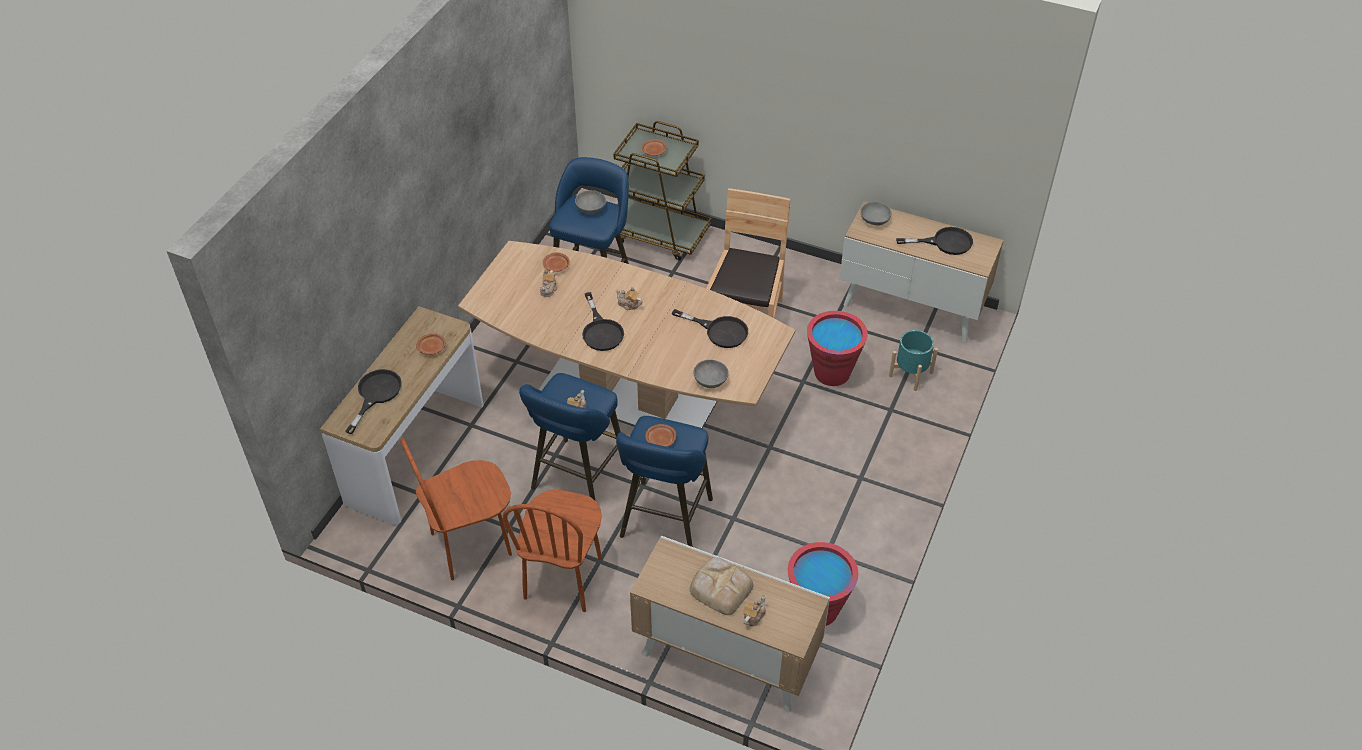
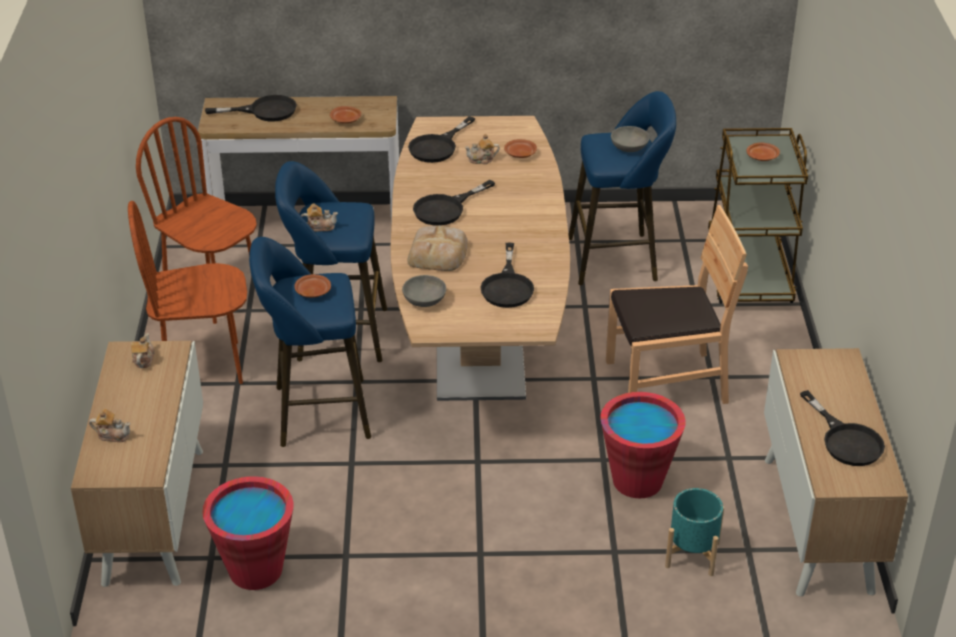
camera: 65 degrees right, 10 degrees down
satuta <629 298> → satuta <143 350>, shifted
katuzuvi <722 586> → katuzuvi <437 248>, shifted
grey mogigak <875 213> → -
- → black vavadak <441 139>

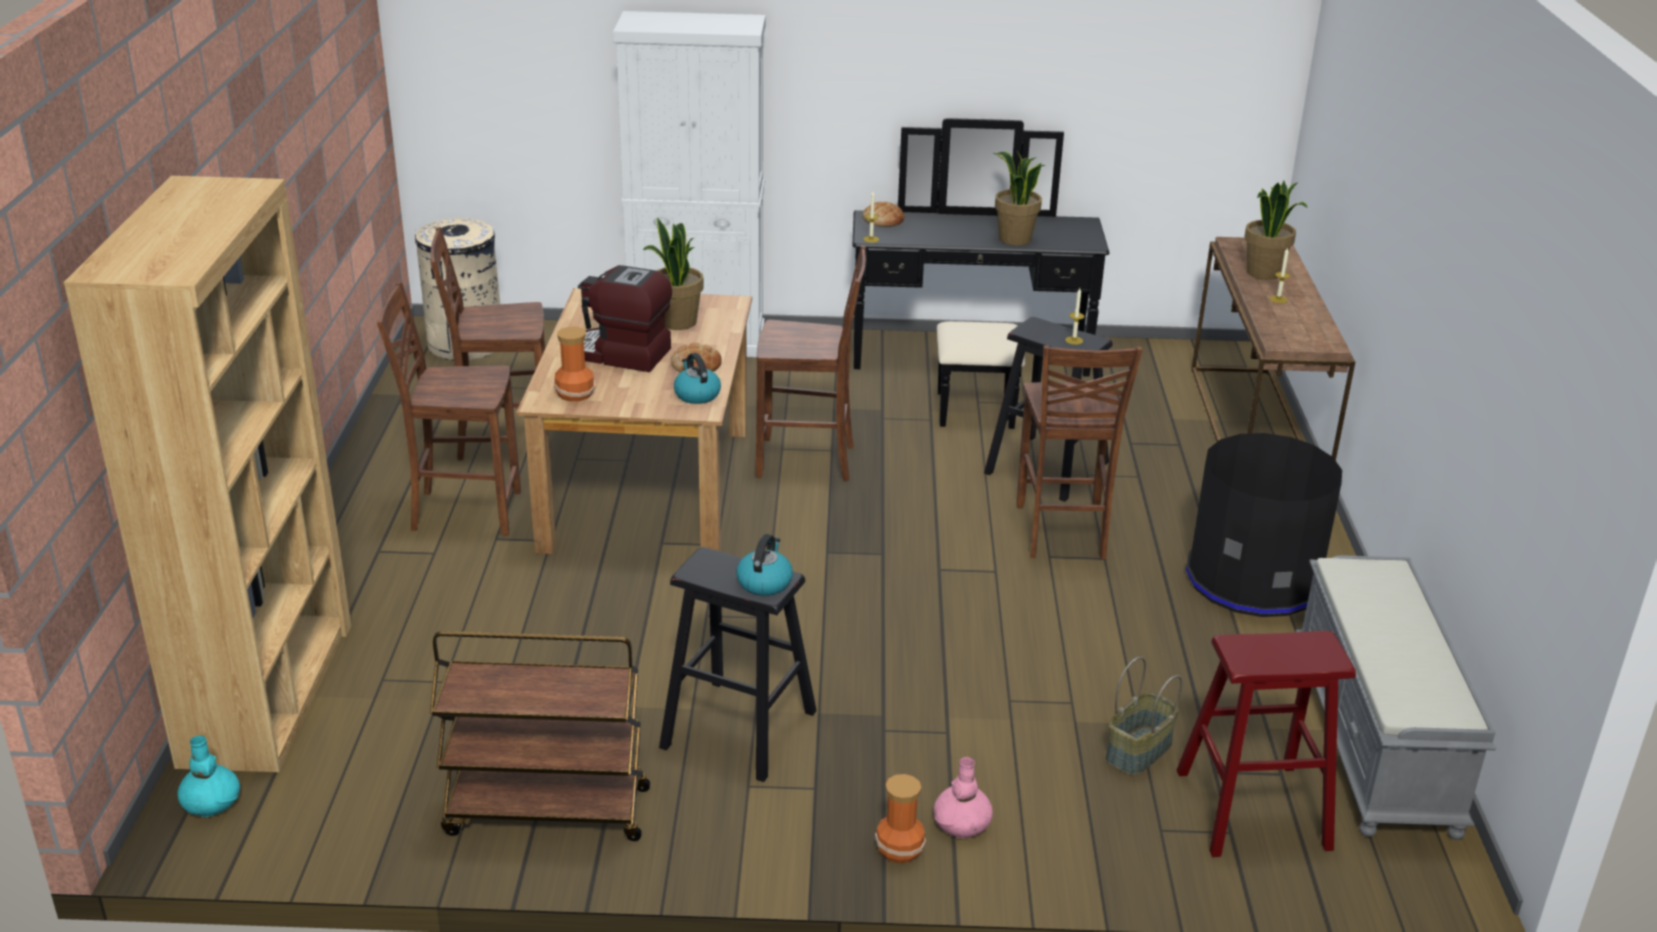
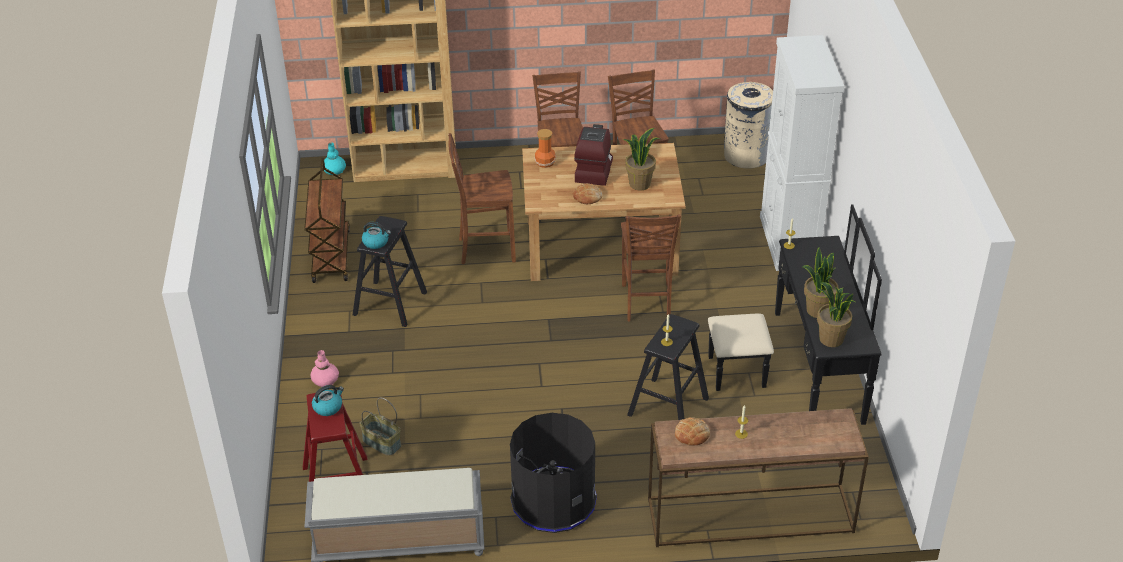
camera: 85 degrees right, 10 degrees up
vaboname <697 378> → vaboname <328 400>, shifted
katuzuvi <883 214> → katuzuvi <692 431>, shifted
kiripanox <900 818> → -
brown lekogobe <1079 452> → brown lekogobe <482 198>, shifted
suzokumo <1275 230> → suzokumo <836 314>, shifted

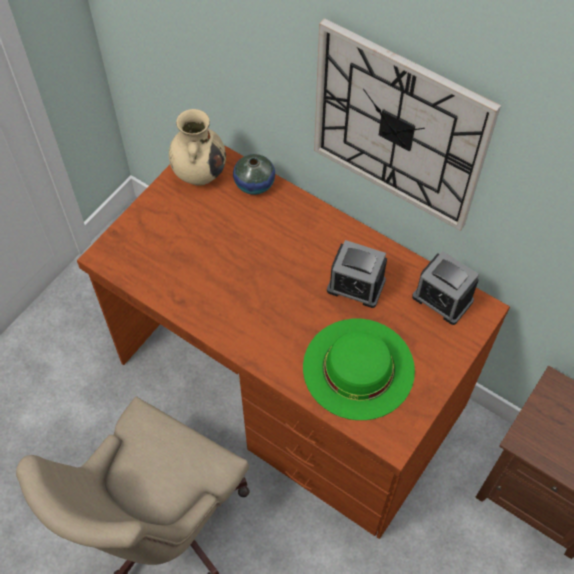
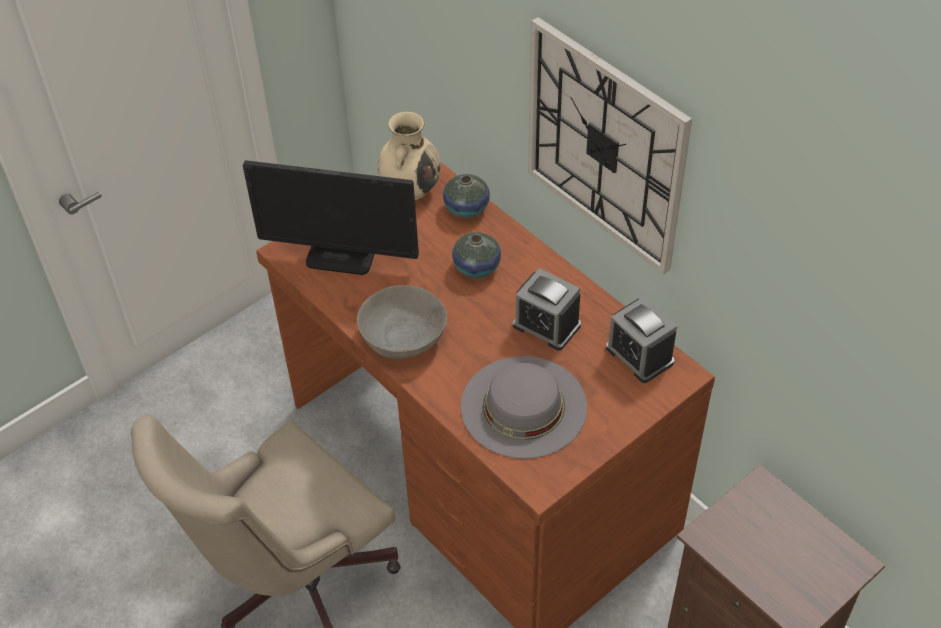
camera: 15 degrees right, 10 degrees down
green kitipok <359 369> → grey kitipok <524 407>
- → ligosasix <331 217>
- → grey mogigak <402 322>
- → kiripanox <476 255>

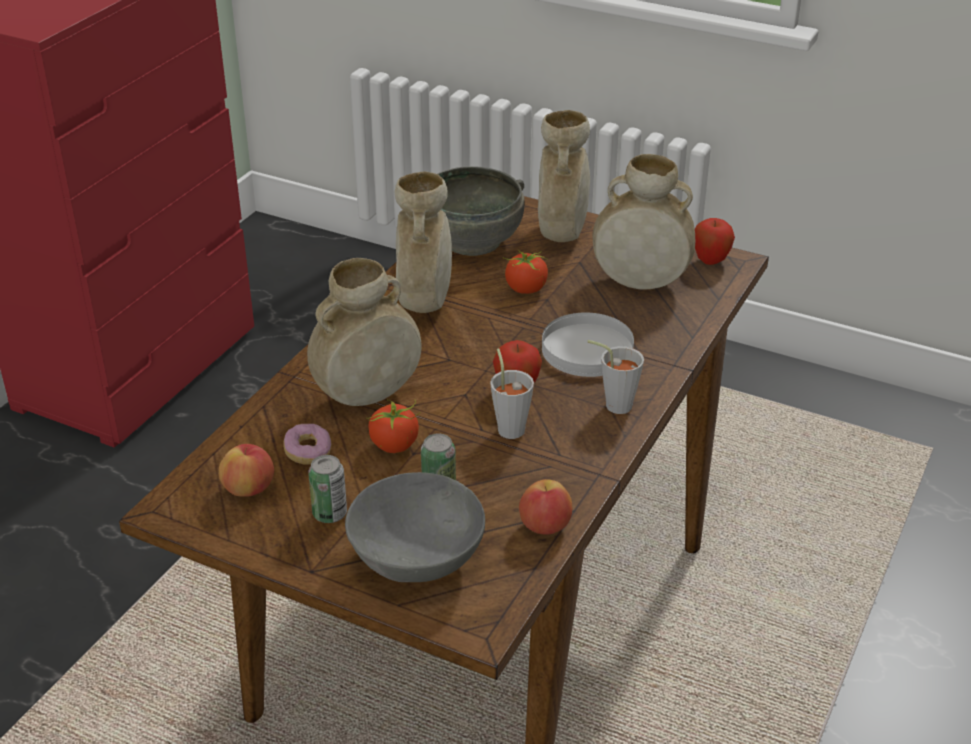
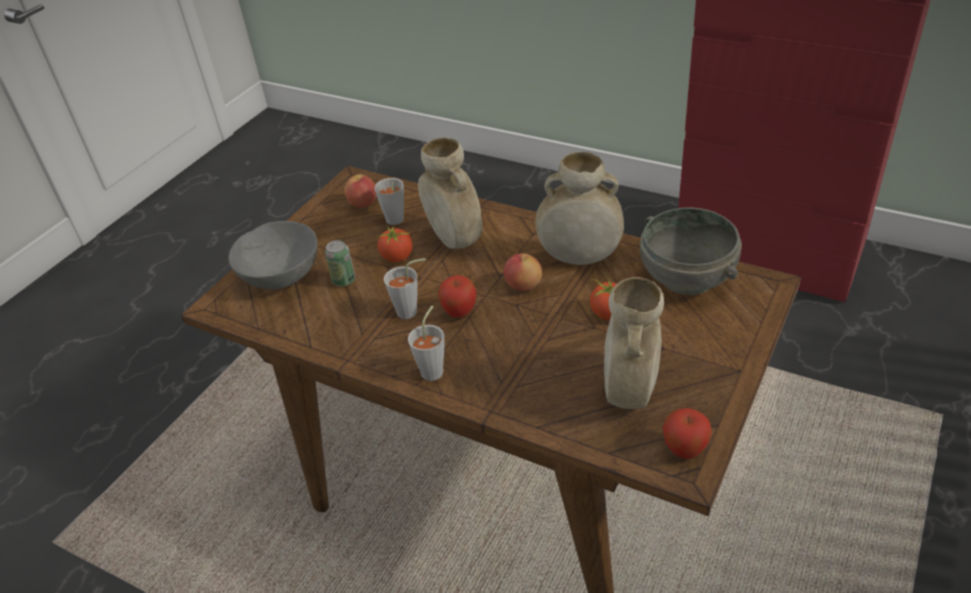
camera: 95 degrees right, 5 degrees up
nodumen <307 444> → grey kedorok <389 201>
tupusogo <327 489> → -
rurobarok <545 507> → rurobarok <523 272>, shifted
beige kiripanox <564 176> → -
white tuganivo <588 344> → -

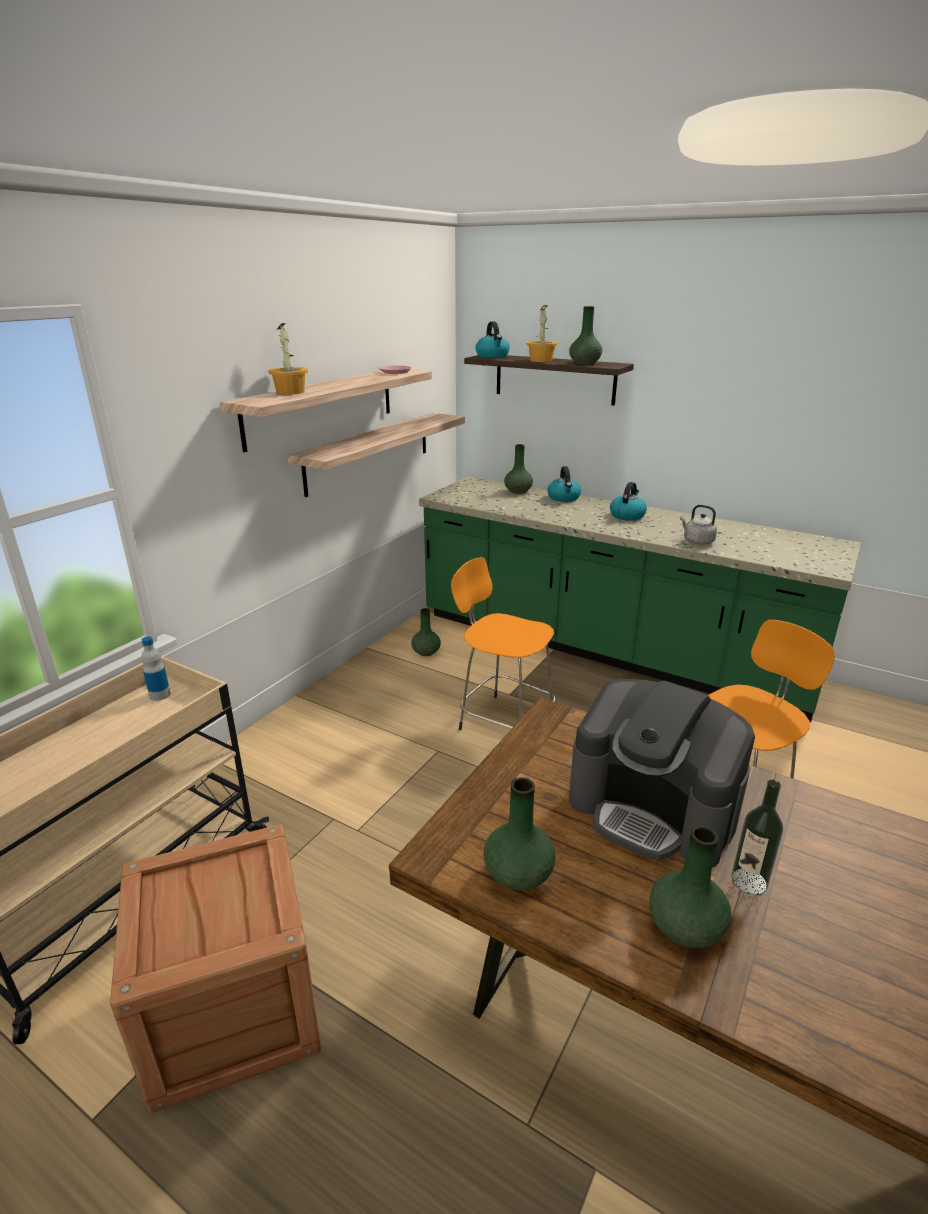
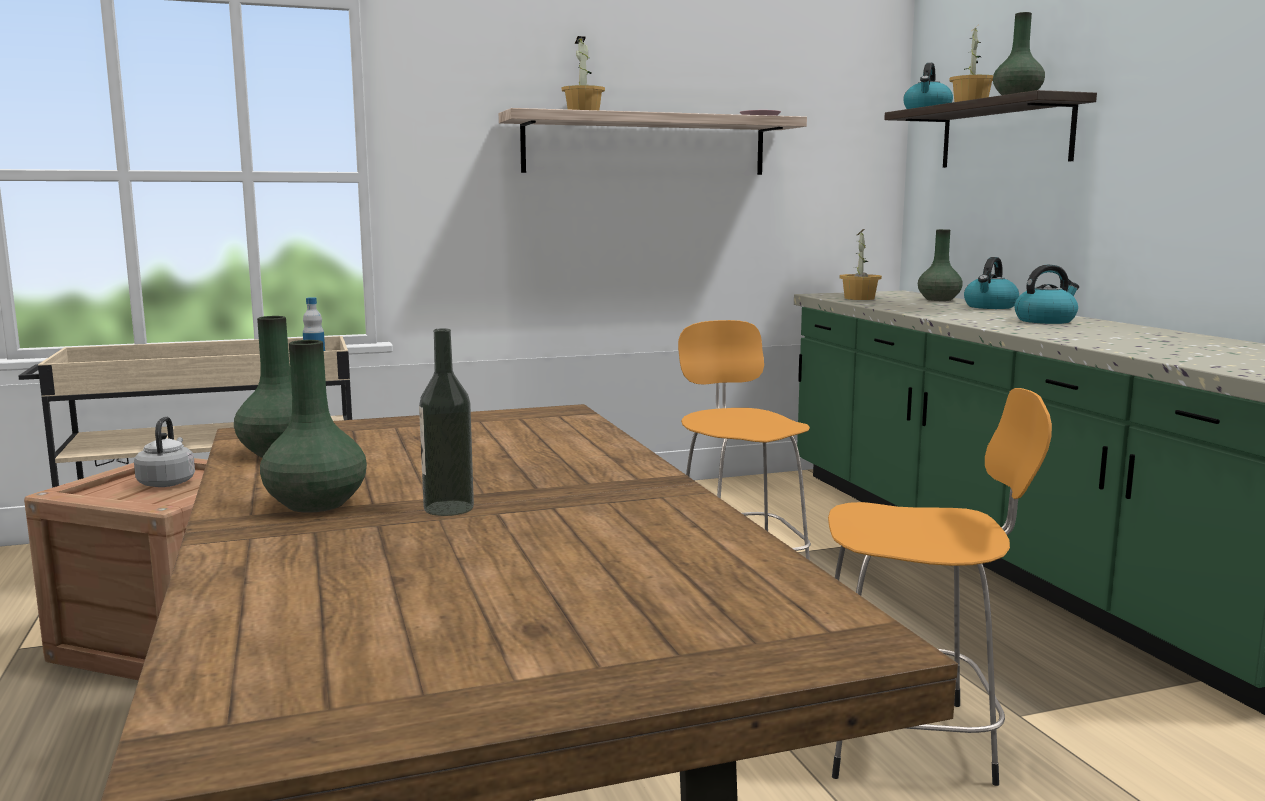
camera: 40 degrees right, 15 degrees down
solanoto <376 455> → -
green kiripanox <426 632> → -
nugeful <662 773> → -
grey vaboname <698 525> → grey vaboname <164 451>, shifted
- → suzokumo <861 264>

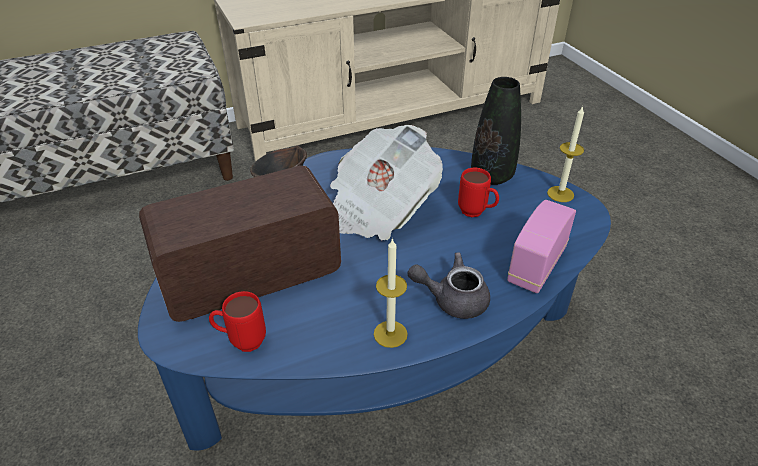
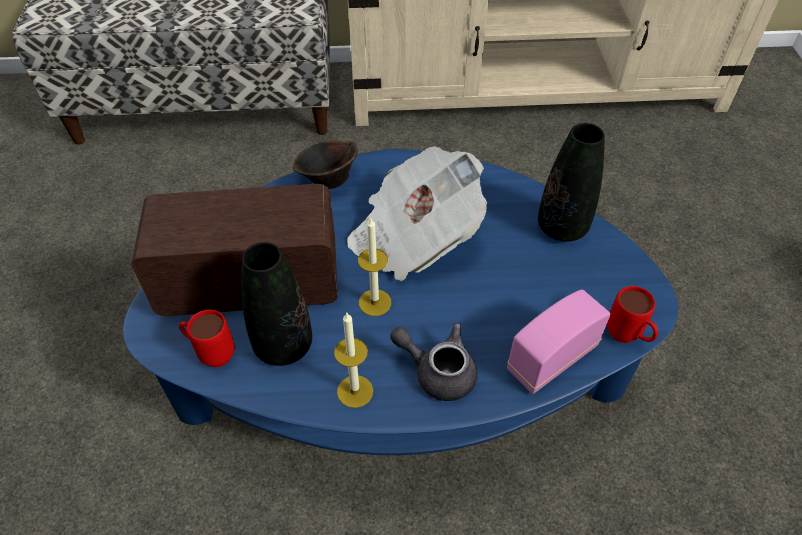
camera: 20 degrees right, 10 degrees up
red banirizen <478 192> → red banirizen <632 314>, shifted
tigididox <565 154> → tigididox <374 267>, shifted
- → black kiripanox <276 304>

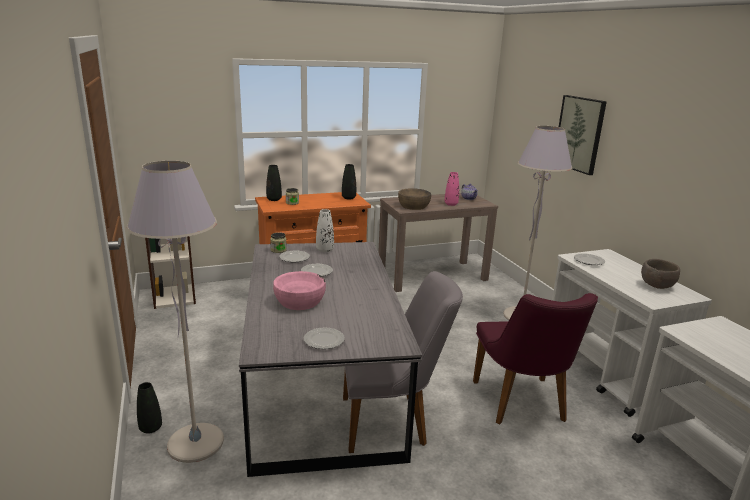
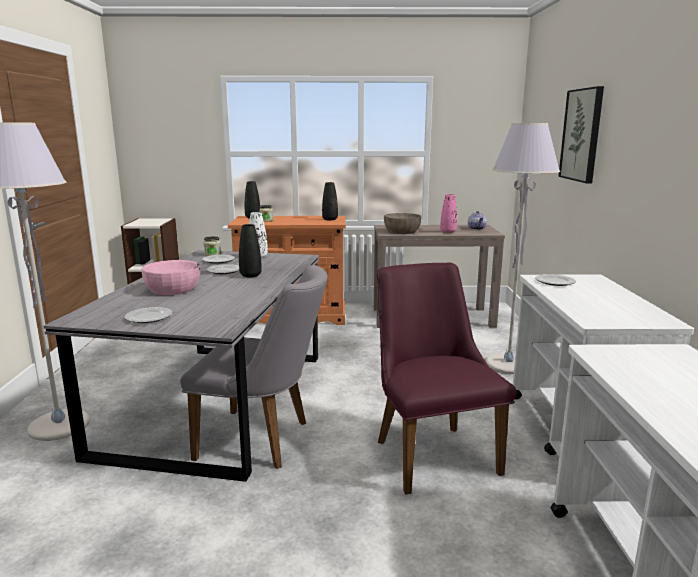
camera: 20 degrees right, 5 degrees down
black kiripanox <149 408> → black kiripanox <250 250>, shifted
purple lekogobe <535 359> → purple lekogobe <446 379>, 150 degrees clockwise
brown mogigak <660 274> → -

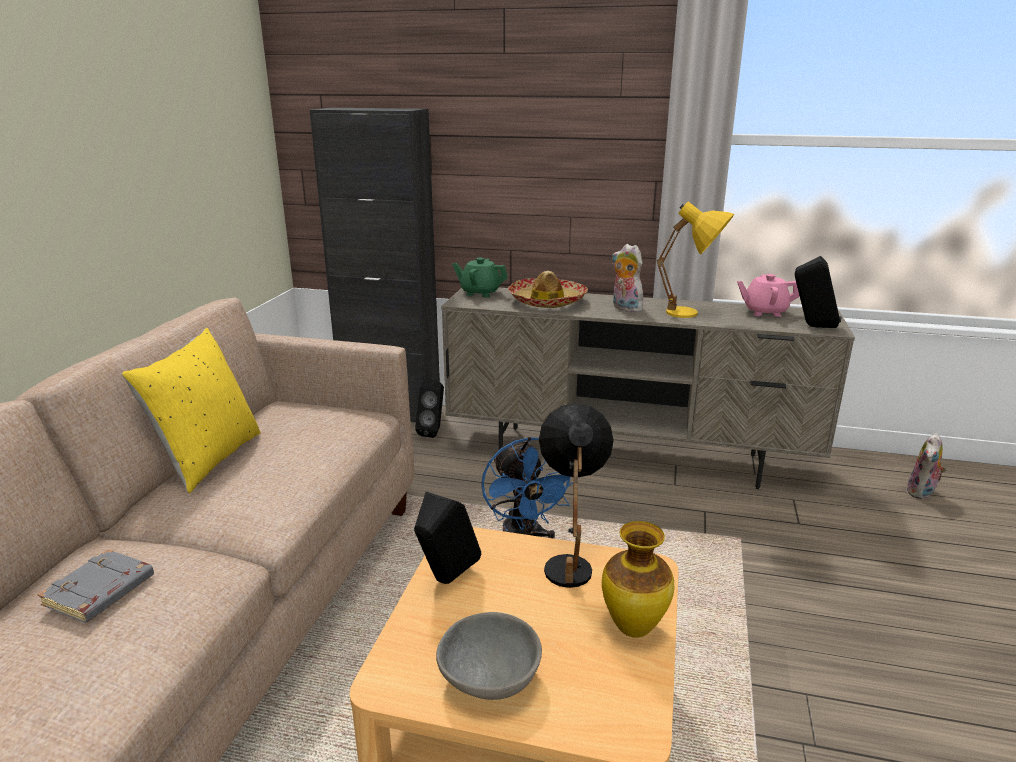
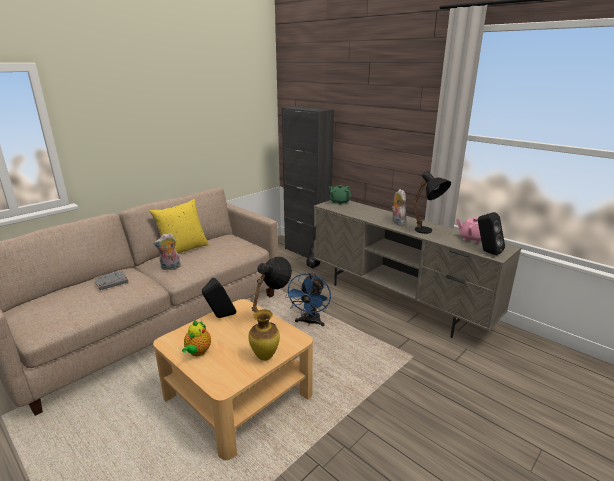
camera: 30 degrees right, 0 degrees up
grey mogigak <489 656> → satuta <196 338>
kitipok <548 289> → -
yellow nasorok <695 260> → black nasorok <432 202>
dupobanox <926 466> → dupobanox <167 251>, shifted

